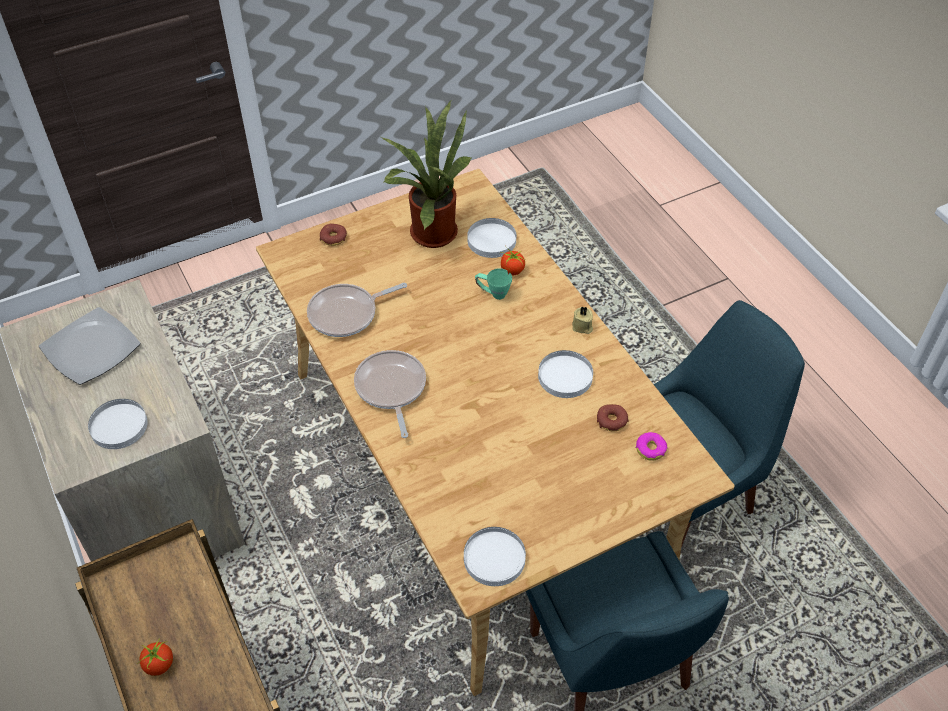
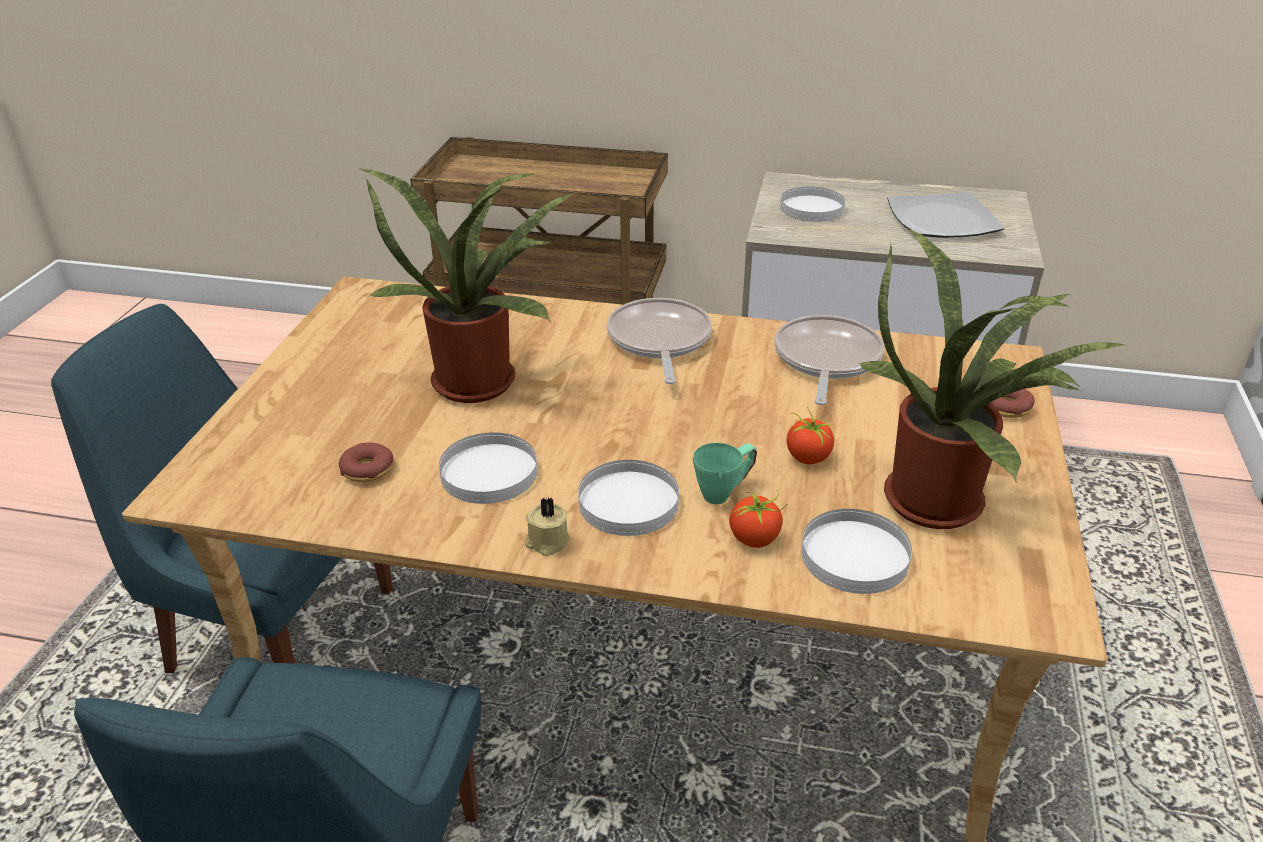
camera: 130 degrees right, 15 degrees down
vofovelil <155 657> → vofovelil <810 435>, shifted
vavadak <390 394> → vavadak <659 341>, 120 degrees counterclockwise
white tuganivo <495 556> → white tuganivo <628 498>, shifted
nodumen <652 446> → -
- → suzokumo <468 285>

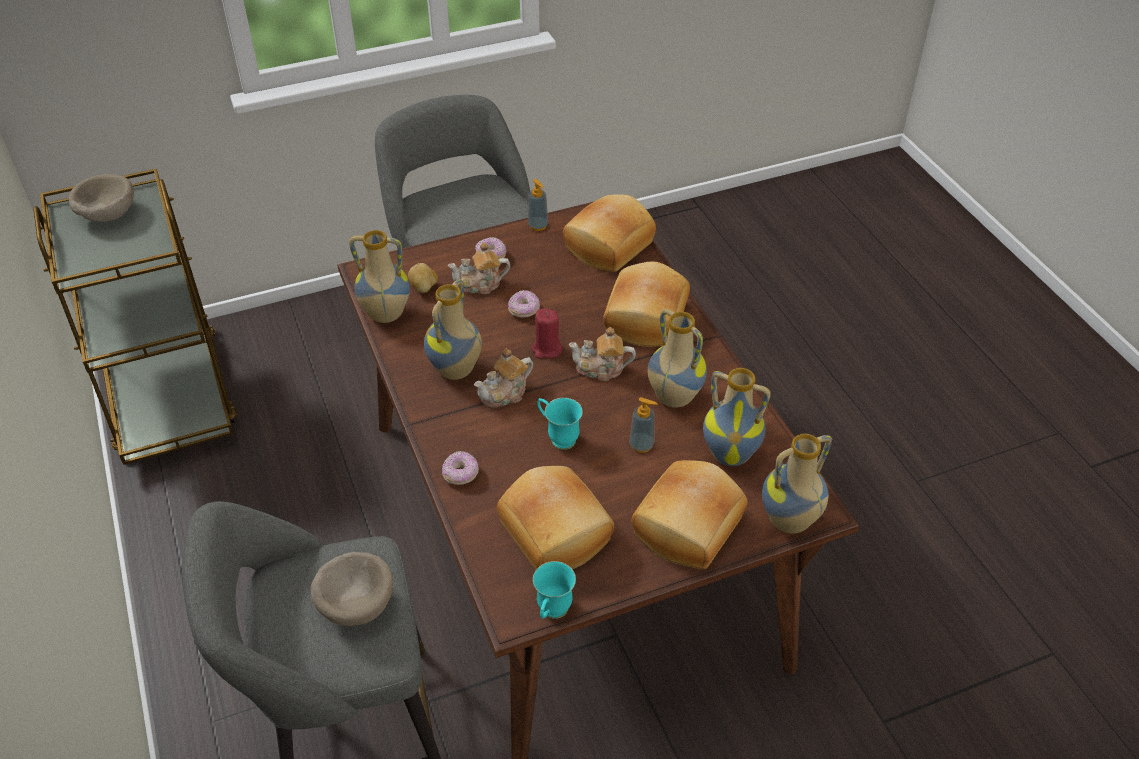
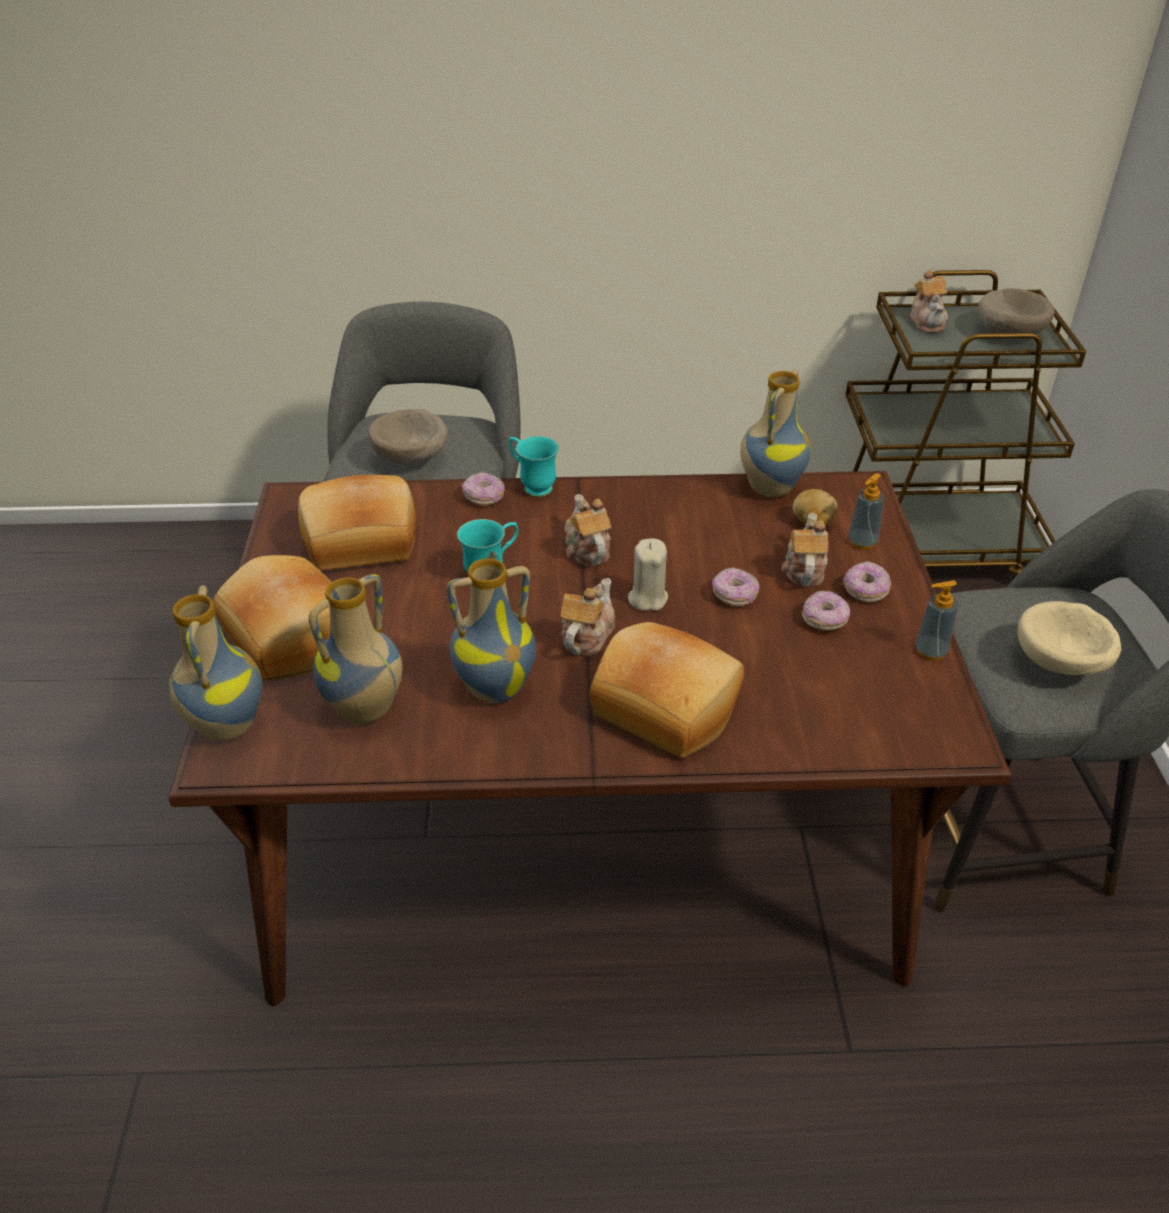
camera: 110 degrees right, 5 degrees down
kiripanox <453 329> → -
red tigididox <547 333> → beige tigididox <648 574>
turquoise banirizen <554 590> → turquoise banirizen <534 466>, shifted
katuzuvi <609 233> → -
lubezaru <643 425> → lubezaru <866 511>, shifted
- → nodumen <826 610>
- → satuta <929 301>
- → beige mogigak <1069 638>

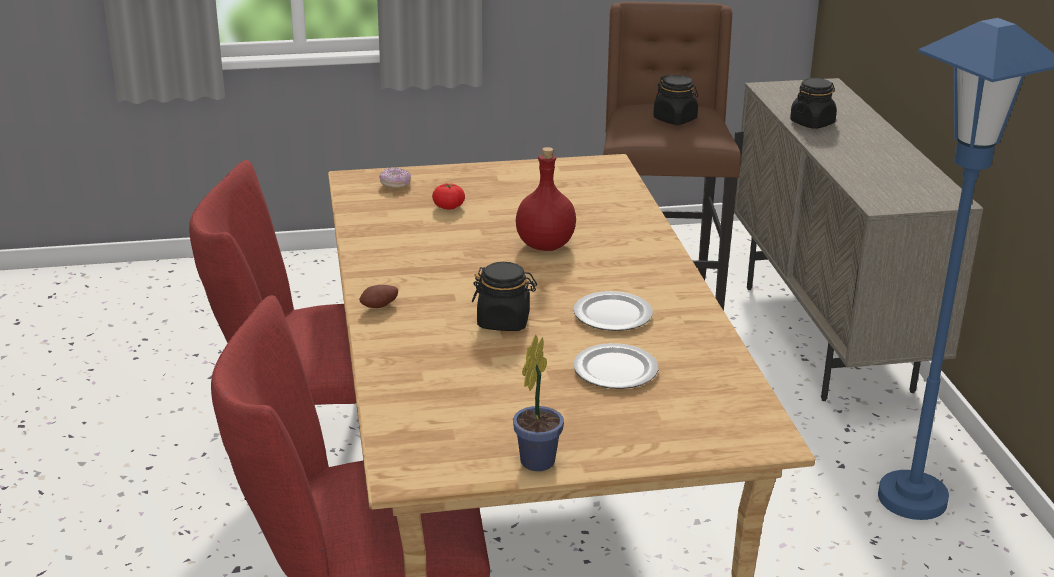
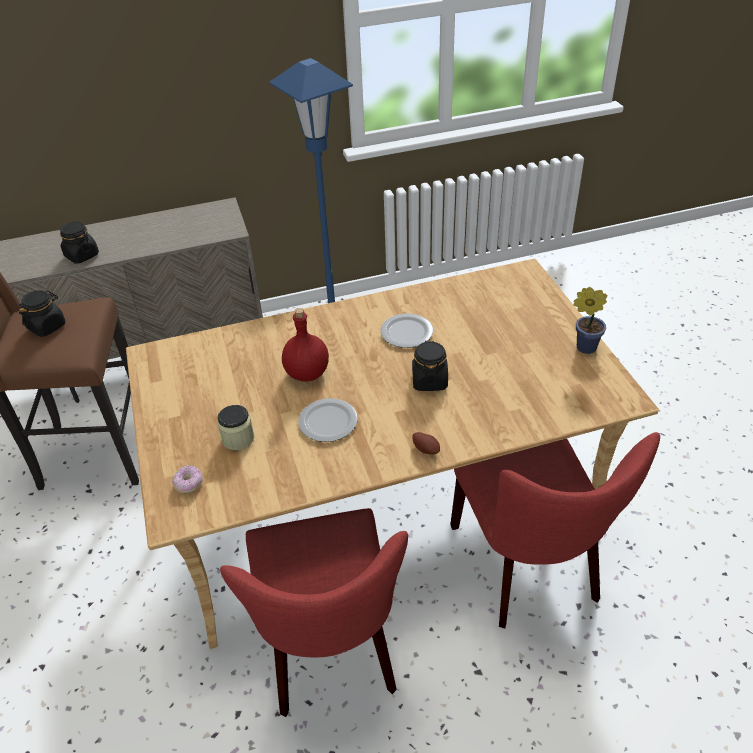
camera: 95 degrees left, 15 degrees up
vofovelil <448 196> → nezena <235 427>
tuganivo <615 366> → tuganivo <328 420>, shifted

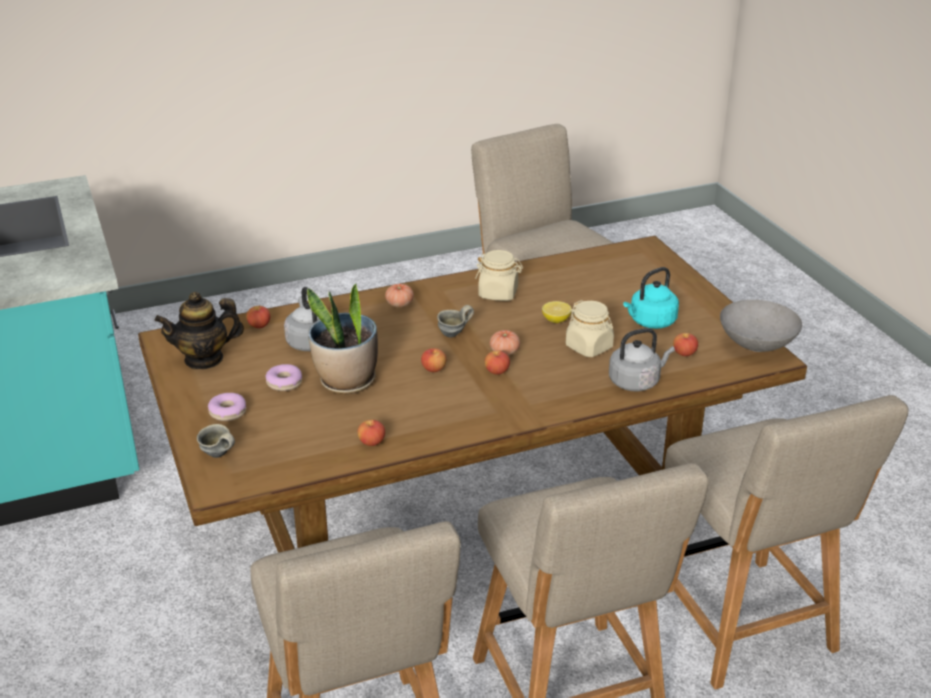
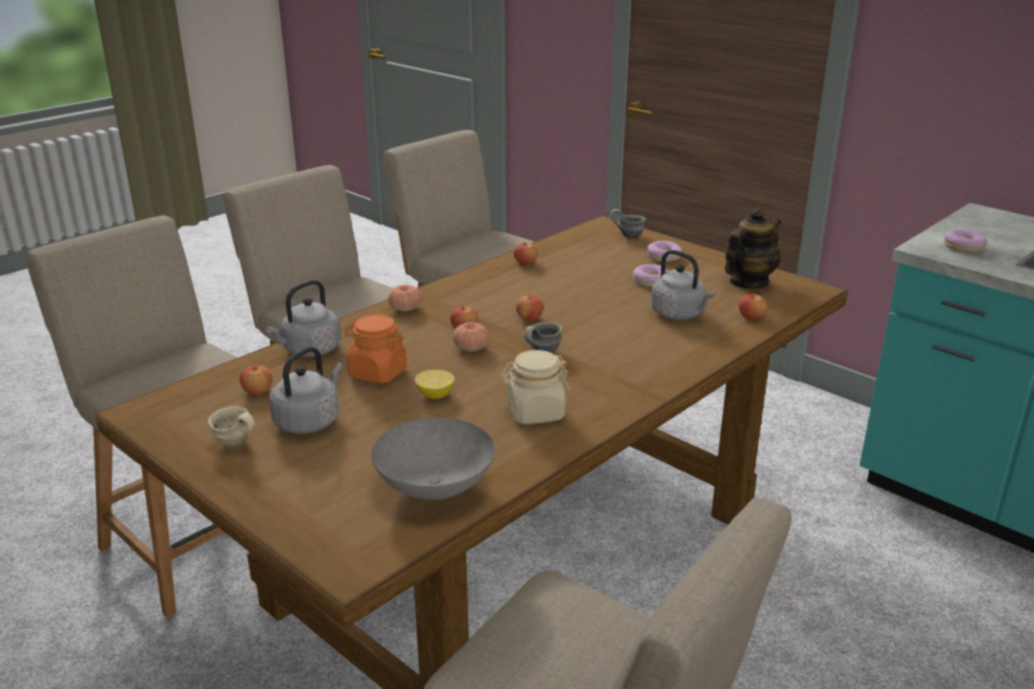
camera: 155 degrees right, 5 degrees down
suzokumo <342 338> → -
vofovelil <399 295> → vofovelil <405 298>, shifted
beige nezena <590 328> → orange nezena <376 349>
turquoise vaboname <651 298> → grey vaboname <306 390>
grey mogigak <761 326> → grey mogigak <433 459>, shifted
- → beige banirizen <231 426>
- → nodumen <965 240>

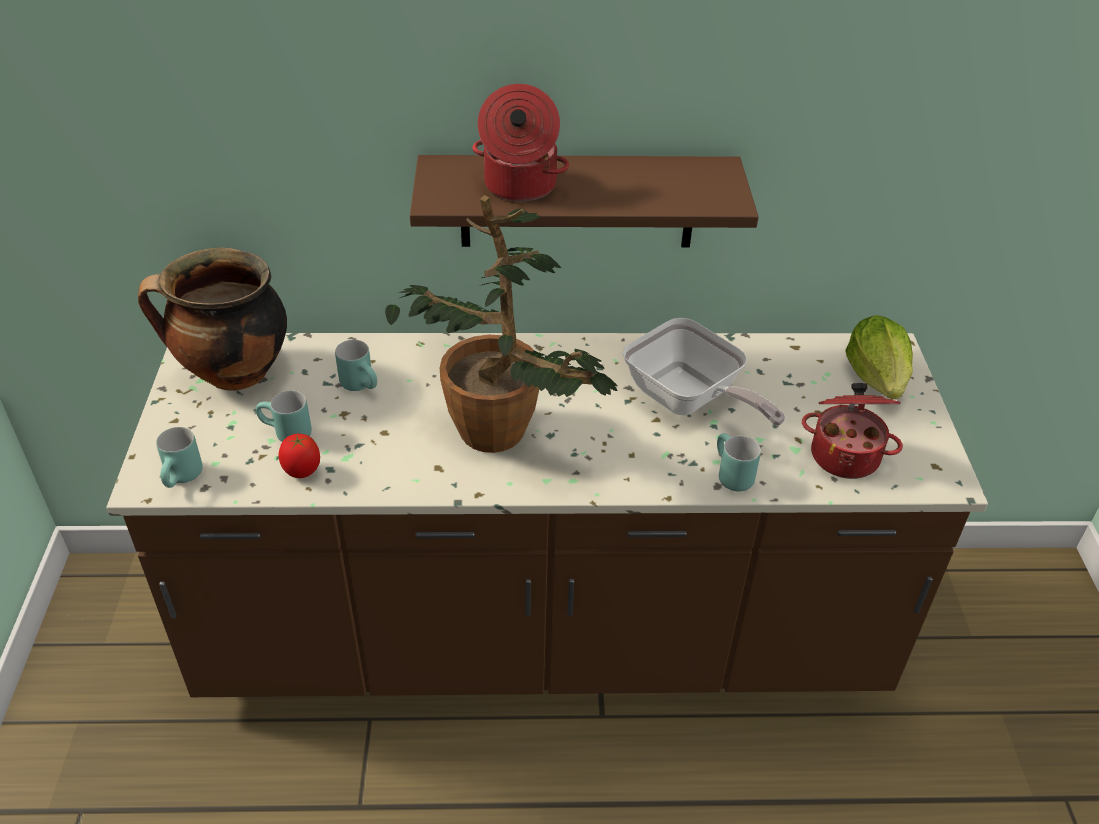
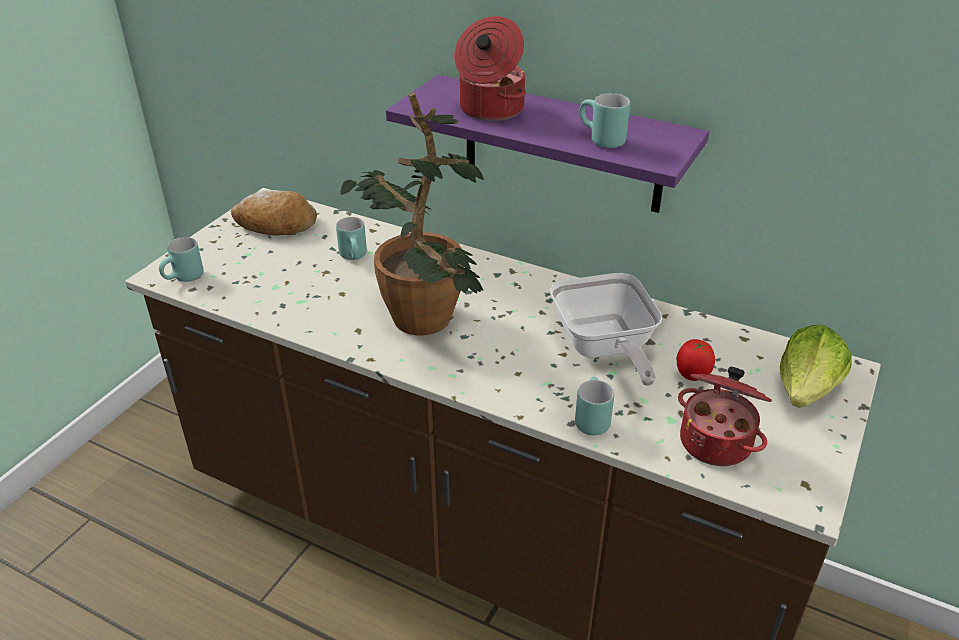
camera: 30 degrees right, 5 degrees down
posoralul <212 319> → katuzuvi <274 213>
turquoise banirizen <284 416> → turquoise banirizen <604 120>, shifted
vofovelil <299 456> → vofovelil <696 360>, shifted
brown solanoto <584 201> → purple solanoto <547 144>

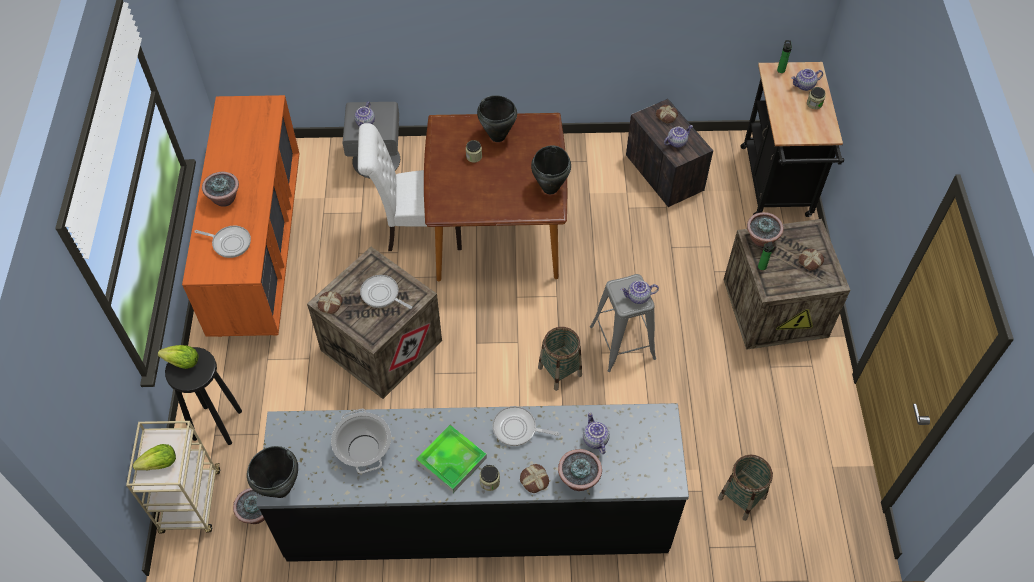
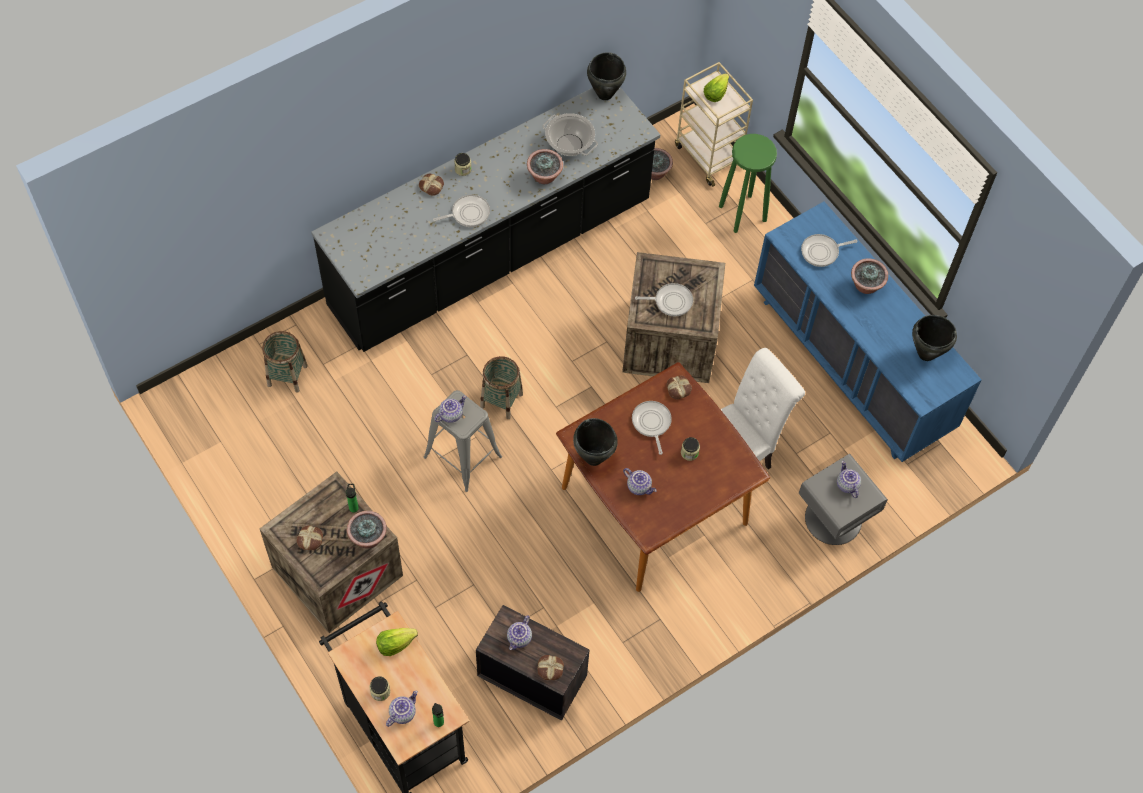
camera: 145 degrees right, 5 degrees up
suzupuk <178 357> → suzupuk <397 642>, shifted
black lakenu <203 396> → green lakenu <748 183>
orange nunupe <241 216> → blue nunupe <868 332>
katuzuvi <330 302> → katuzuvi <679 387>, shifted
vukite <451 459> → -
black posoralul <497 118> → black posoralul <934 338>, shifted
suzokumo <580 470> → suzokumo <545 166>, shifted
satuta <596 433> → satuta <640 481>, shifted
- → vavadak <652 428>

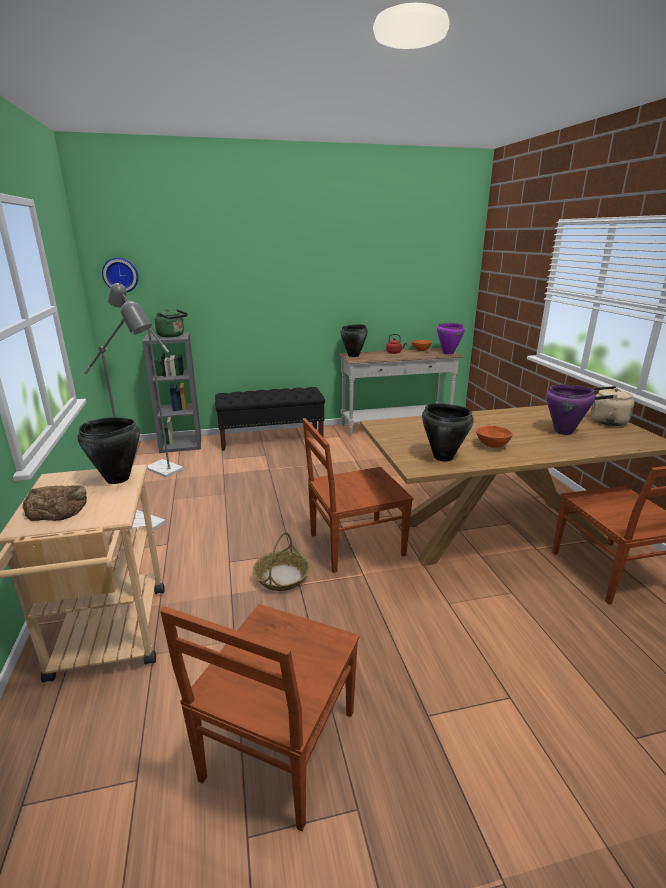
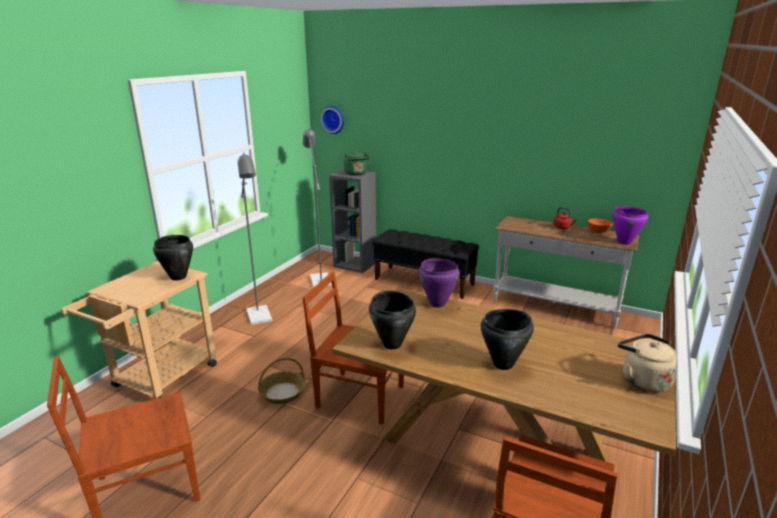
camera: 40 degrees right, 0 degrees up
katuzuvi <55 503> → -
black posoralul <354 340> → black posoralul <507 339>, shifted
orange mogigak <494 436> → -
purple posoralul <570 409> → purple posoralul <439 283>, shifted

